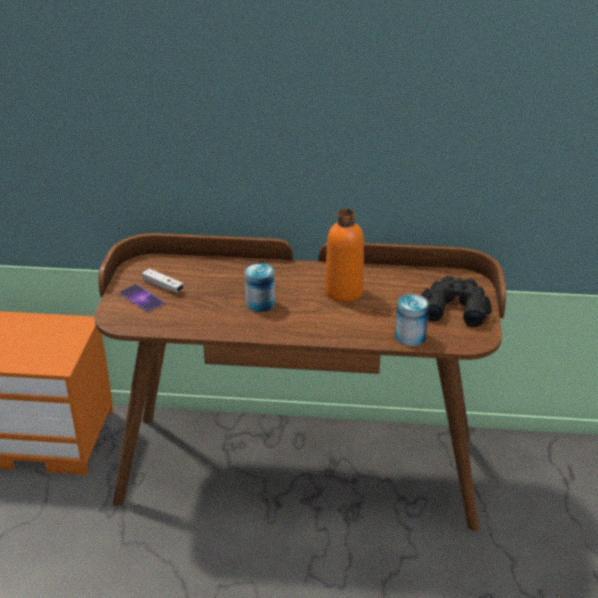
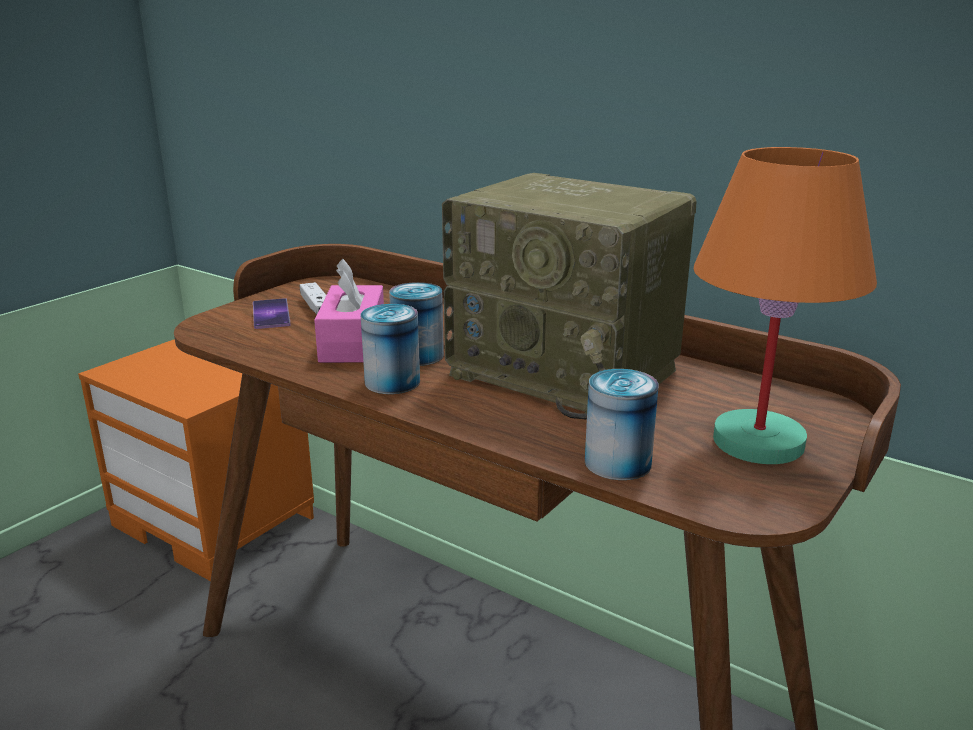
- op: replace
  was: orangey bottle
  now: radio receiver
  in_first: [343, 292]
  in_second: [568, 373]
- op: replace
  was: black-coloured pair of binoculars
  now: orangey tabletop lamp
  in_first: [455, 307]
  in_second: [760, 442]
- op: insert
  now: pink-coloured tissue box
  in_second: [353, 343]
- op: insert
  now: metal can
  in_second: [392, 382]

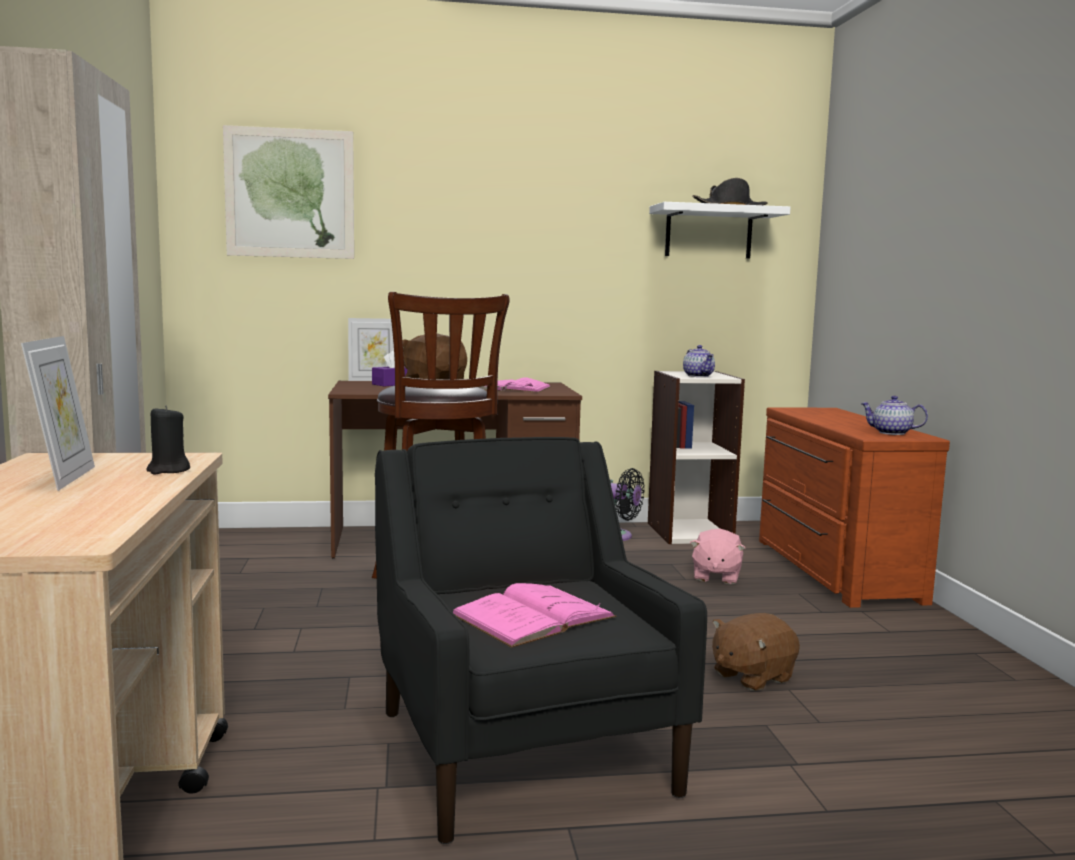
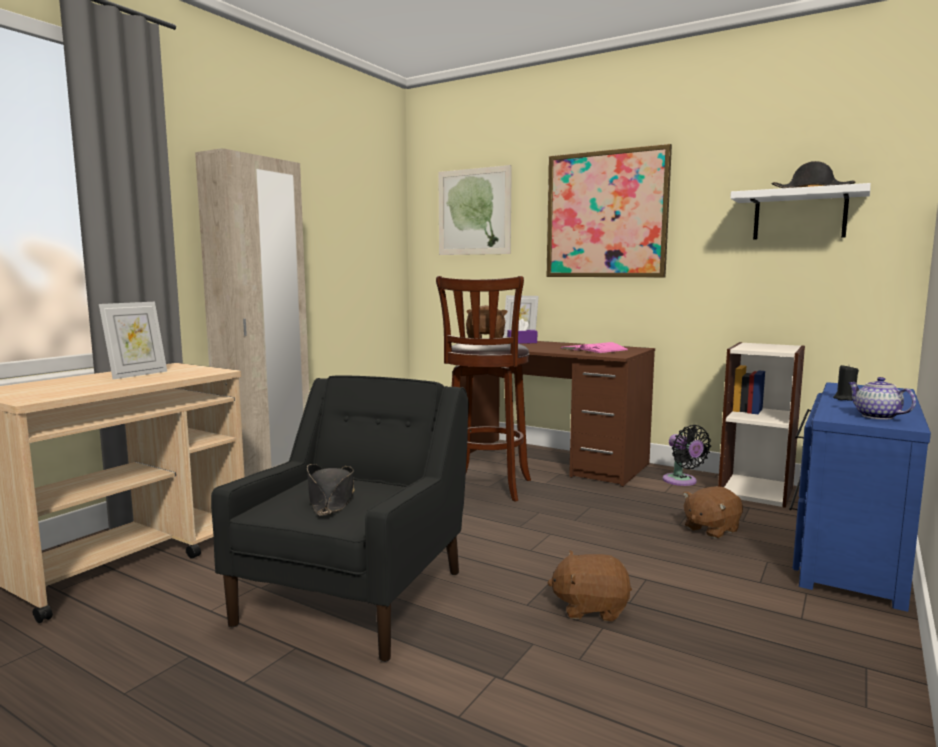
- op: move
  was: black-coloured wax light
  in_first: [168, 470]
  in_second: [845, 399]
- op: replace
  was: pink-coloured volume
  now: black-coloured clothing hat
  in_first: [533, 616]
  in_second: [331, 500]
- op: delete
  was: pot for tea
  in_first: [699, 376]
- op: recolor
  was: pink-coloured soft toy
  now: brown soft toy
  in_first: [715, 576]
  in_second: [710, 529]
- op: recolor
  was: brown dresser
  now: bluish dresser
  in_first: [831, 569]
  in_second: [847, 551]
- op: insert
  now: wall picture
  in_second: [606, 215]

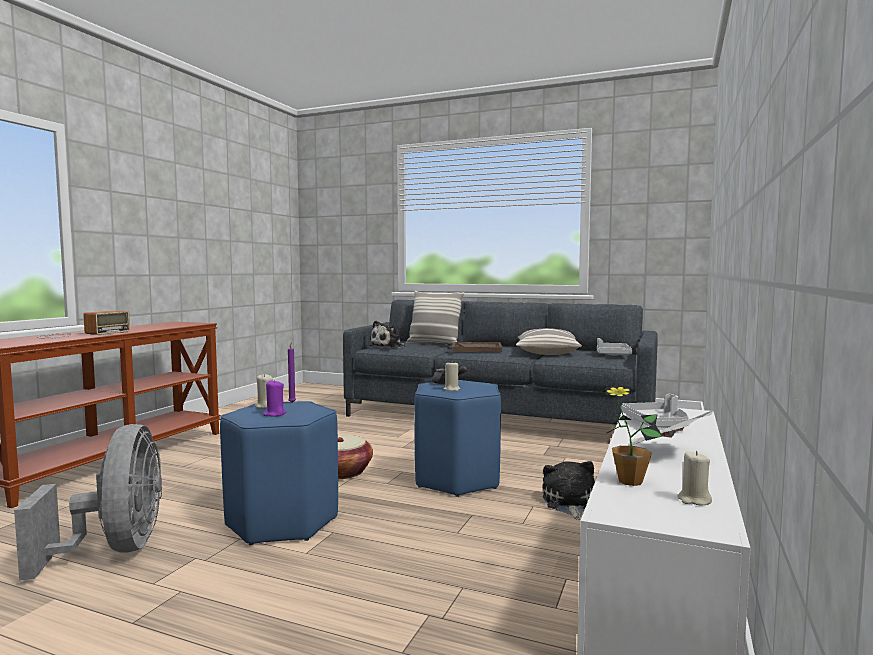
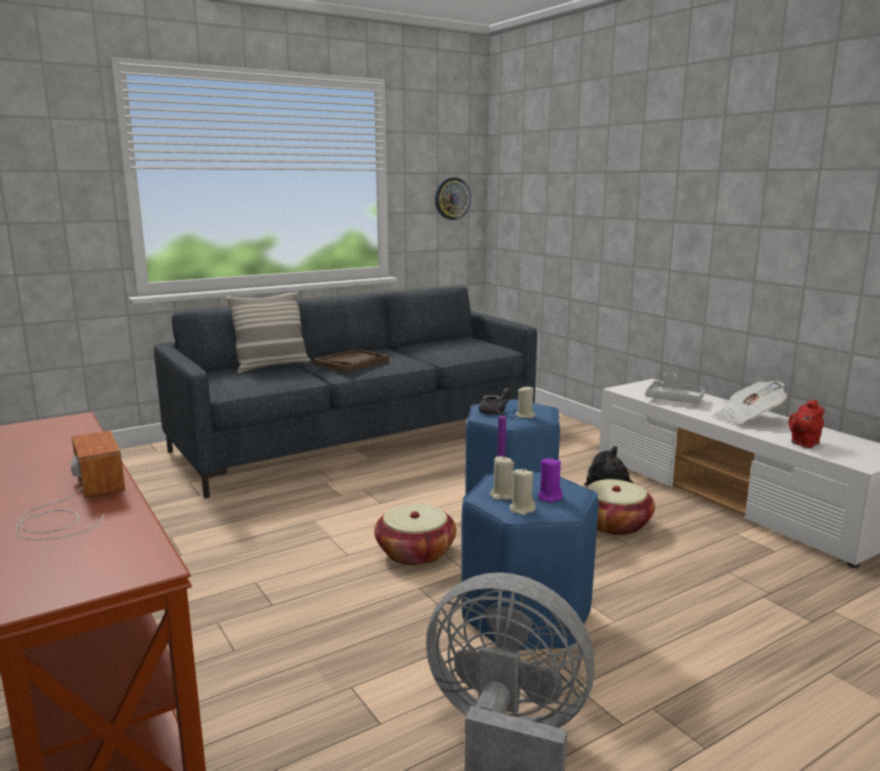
- op: delete
  was: soft toy
  in_first: [389, 346]
- op: delete
  was: throw pillow
  in_first: [547, 353]
- op: delete
  was: gray serving tray
  in_first: [612, 355]
- op: replace
  was: potted plant
  now: reddish pot for tea
  in_first: [630, 481]
  in_second: [803, 443]
- op: move
  was: beige wax light
  in_first: [694, 500]
  in_second: [522, 509]
- op: insert
  now: hanging clock
  in_second: [452, 198]
- op: insert
  now: storage basket
  in_second: [614, 524]

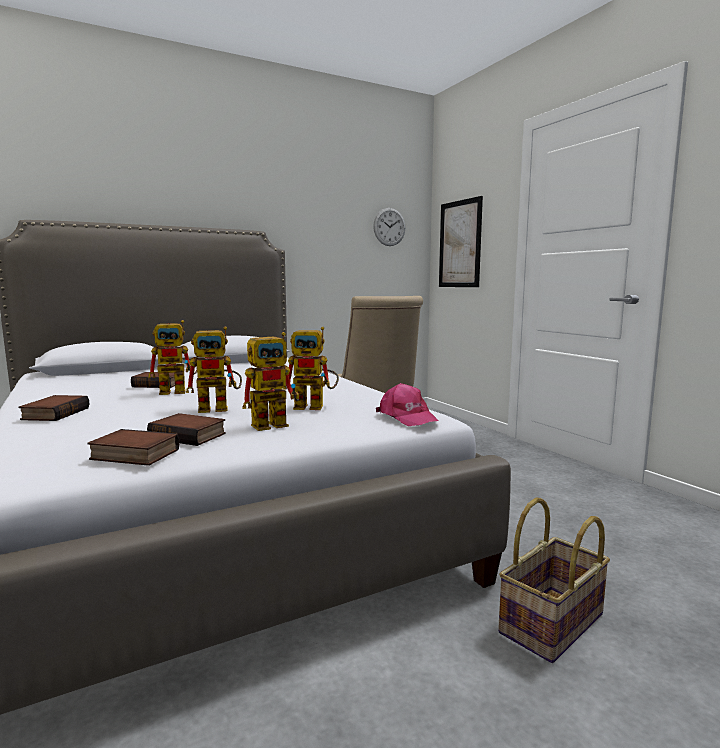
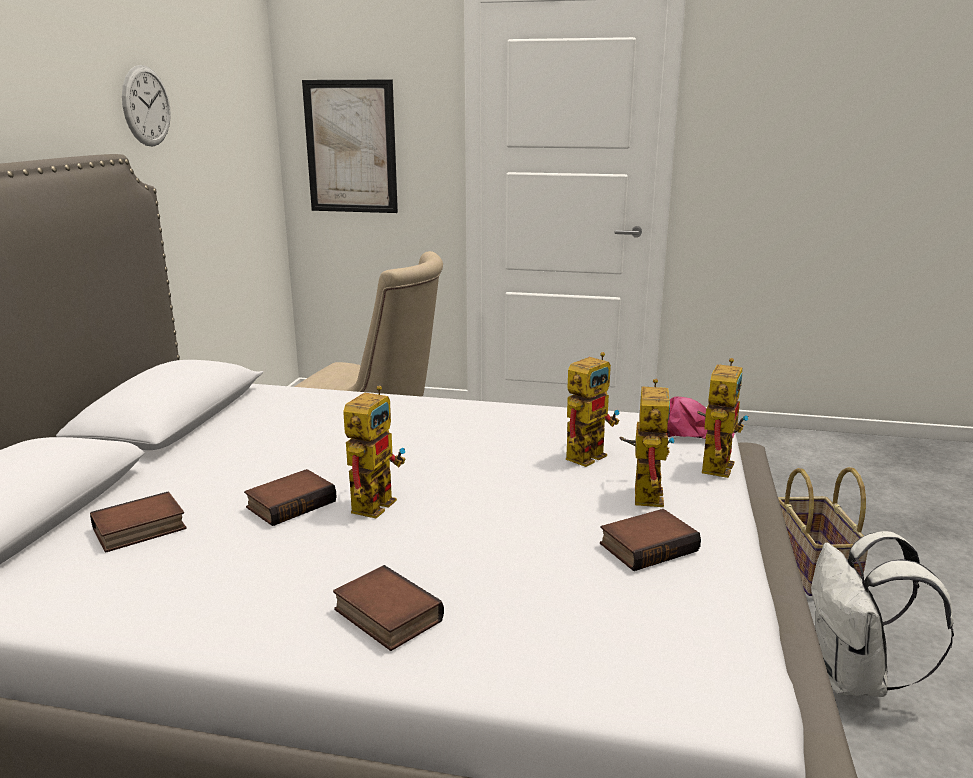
- op: move
  was: volume
  in_first: [132, 455]
  in_second: [139, 530]
- op: move
  was: robot figure
  in_first: [220, 408]
  in_second: [714, 463]
- op: move
  was: hanging clock
  in_first: [389, 227]
  in_second: [146, 106]
- op: insert
  now: white rucksack
  in_second: [854, 679]

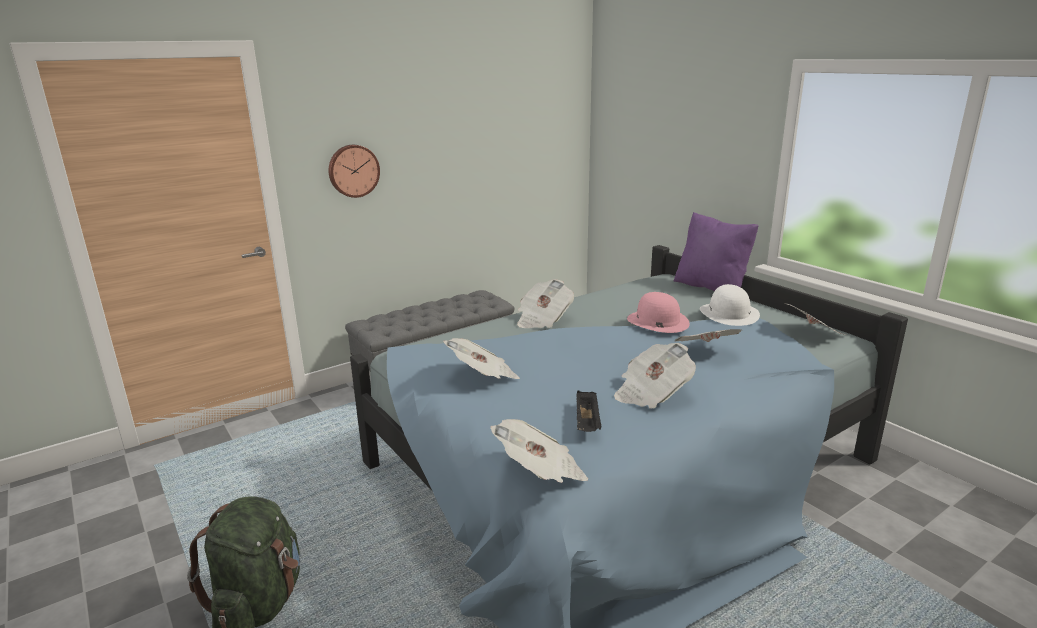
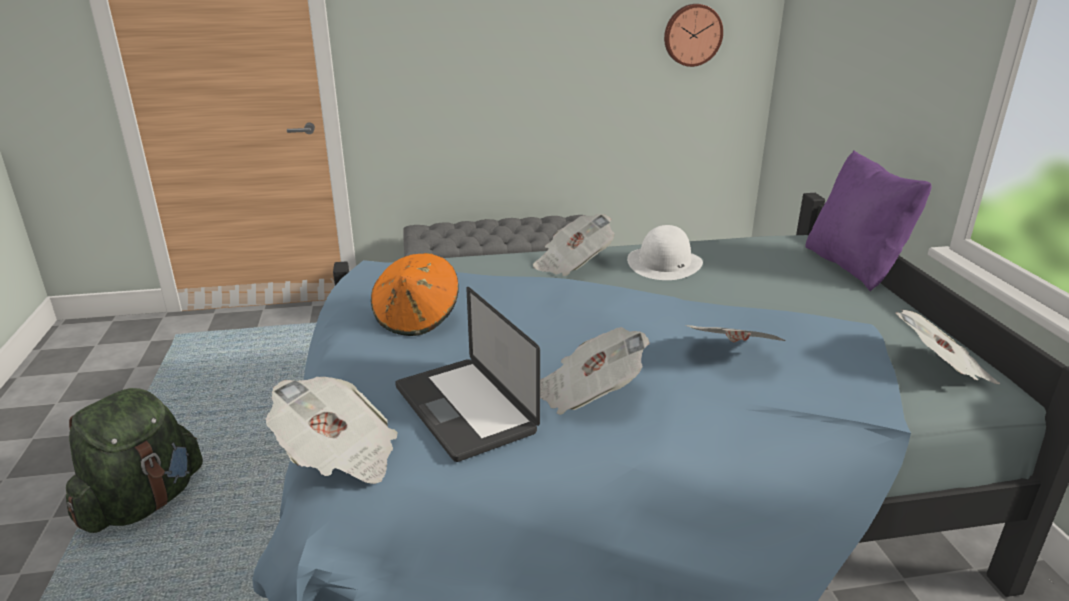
- op: move
  was: hanging clock
  in_first: [353, 170]
  in_second: [692, 35]
- op: replace
  was: newspaper
  now: orangey clothing hat
  in_first: [483, 376]
  in_second: [417, 318]
- op: replace
  was: black-coloured serving tray
  now: laptop
  in_first: [587, 422]
  in_second: [464, 409]
- op: delete
  was: pink-coloured clothing hat
  in_first: [657, 321]
- op: move
  was: white clothing hat
  in_first: [729, 314]
  in_second: [664, 263]

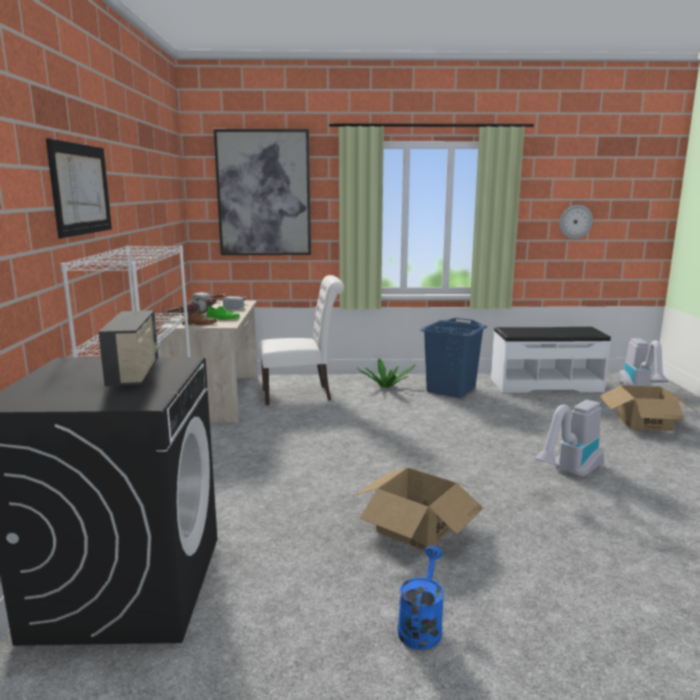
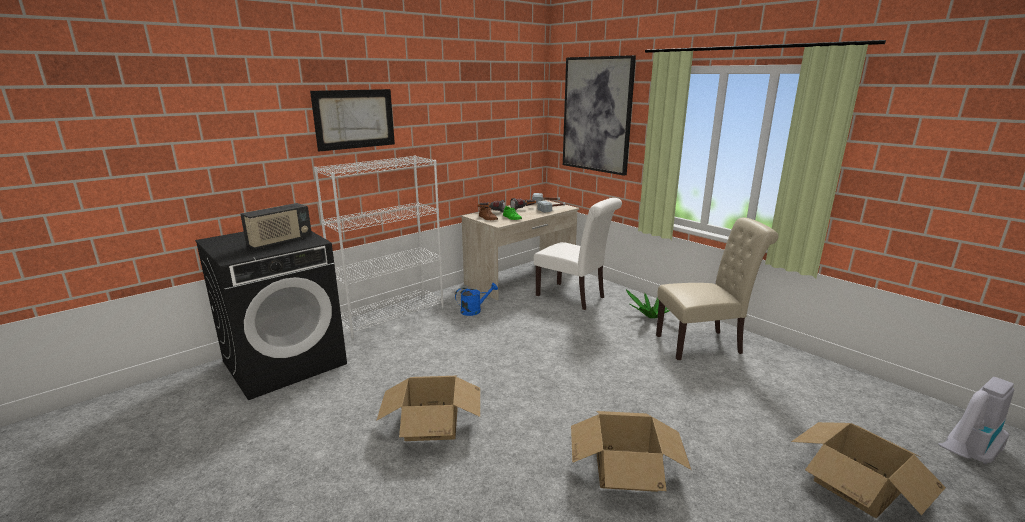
- op: move
  was: bluish sprinkling can
  in_first: [421, 625]
  in_second: [474, 310]
- op: replace
  was: bluish washing basket
  now: beige chair
  in_first: [451, 390]
  in_second: [703, 344]
- op: delete
  was: white long seat
  in_first: [545, 385]
- op: replace
  was: vacuum cleaner
  now: cardboard box
  in_first: [569, 473]
  in_second: [625, 469]
- op: delete
  was: hanging clock
  in_first: [575, 221]

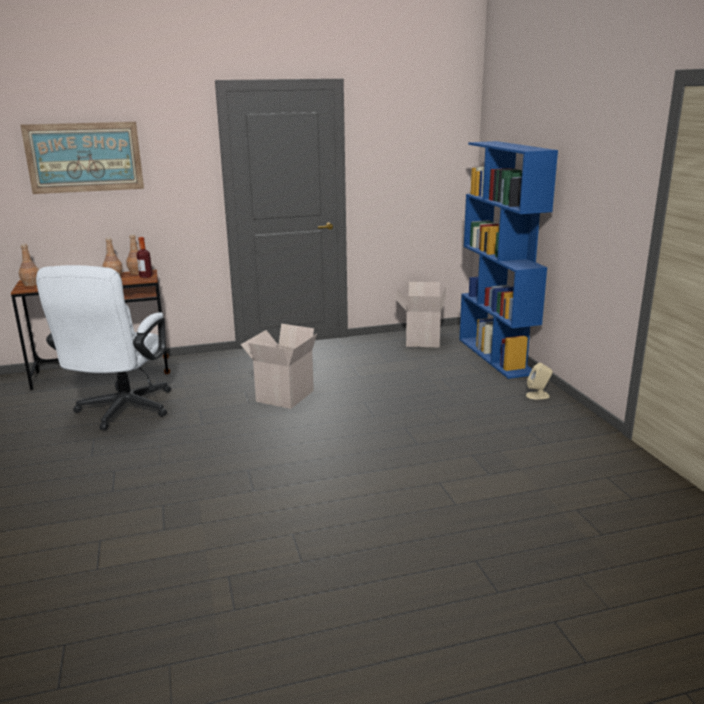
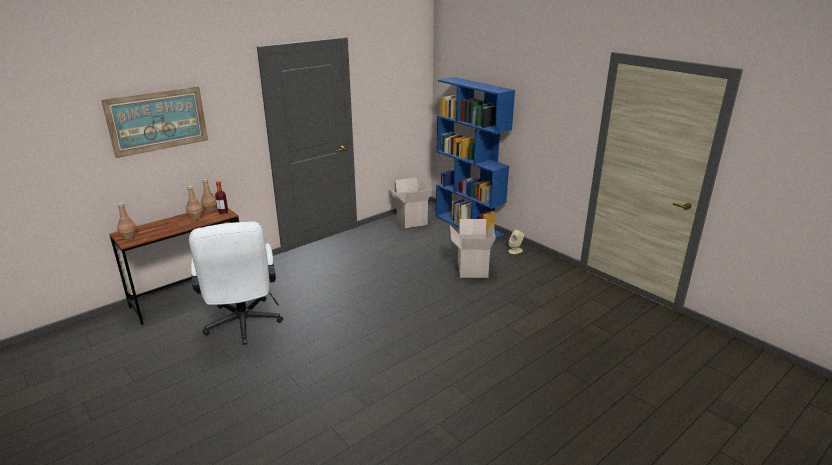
- op: move
  was: cardboard box
  in_first: [284, 395]
  in_second: [471, 269]

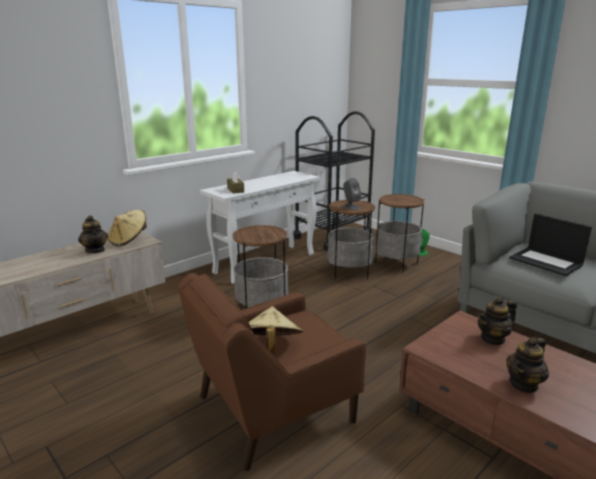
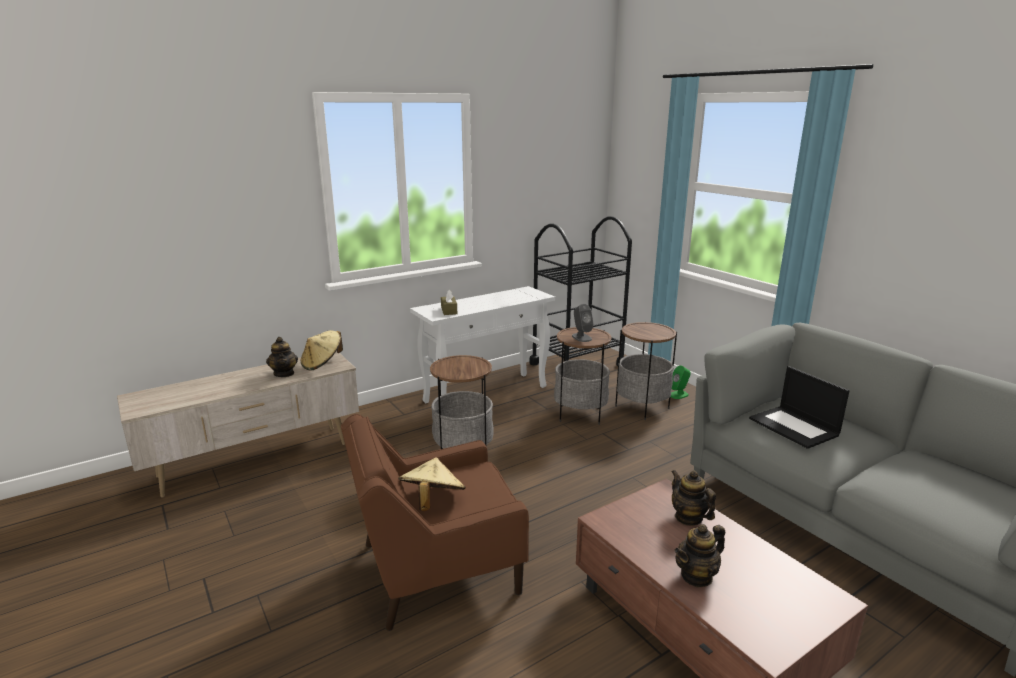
- op: rotate
  was: pot for tea
  in_first: [493, 338]
  in_second: [688, 517]
  clockwise: 75

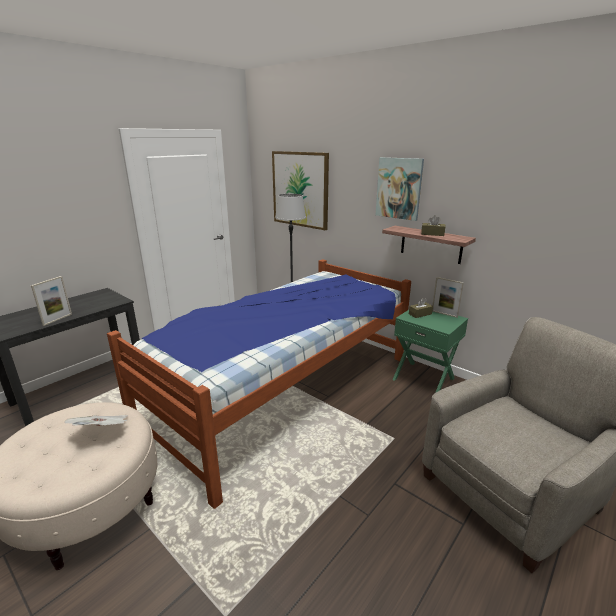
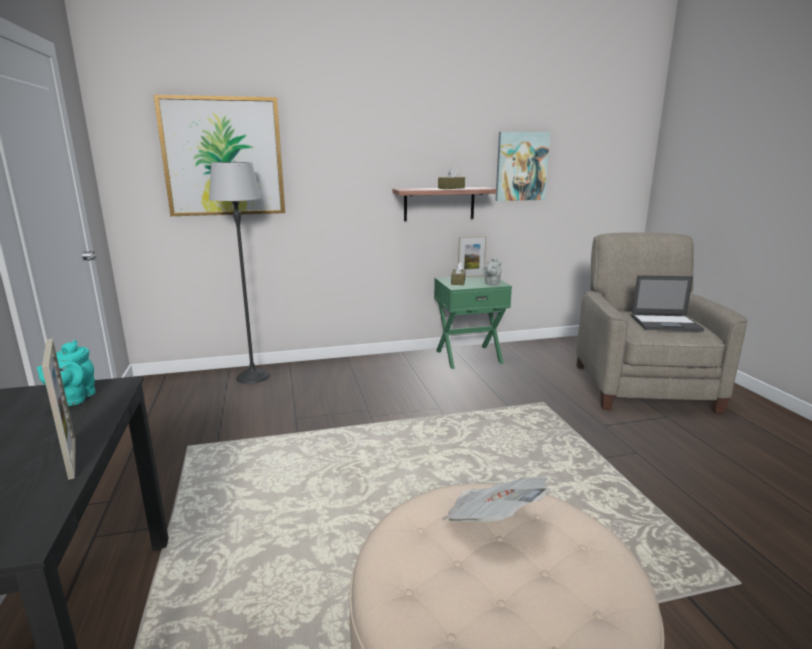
- op: delete
  was: sleeping bed
  in_first: [283, 389]
- op: move
  was: wall picture
  in_first: [399, 188]
  in_second: [521, 166]
- op: insert
  now: turquoise-coloured pot for tea
  in_second: [73, 399]
- op: insert
  now: gray pot for tea
  in_second: [491, 283]
- op: insert
  now: laptop
  in_second: [666, 323]

